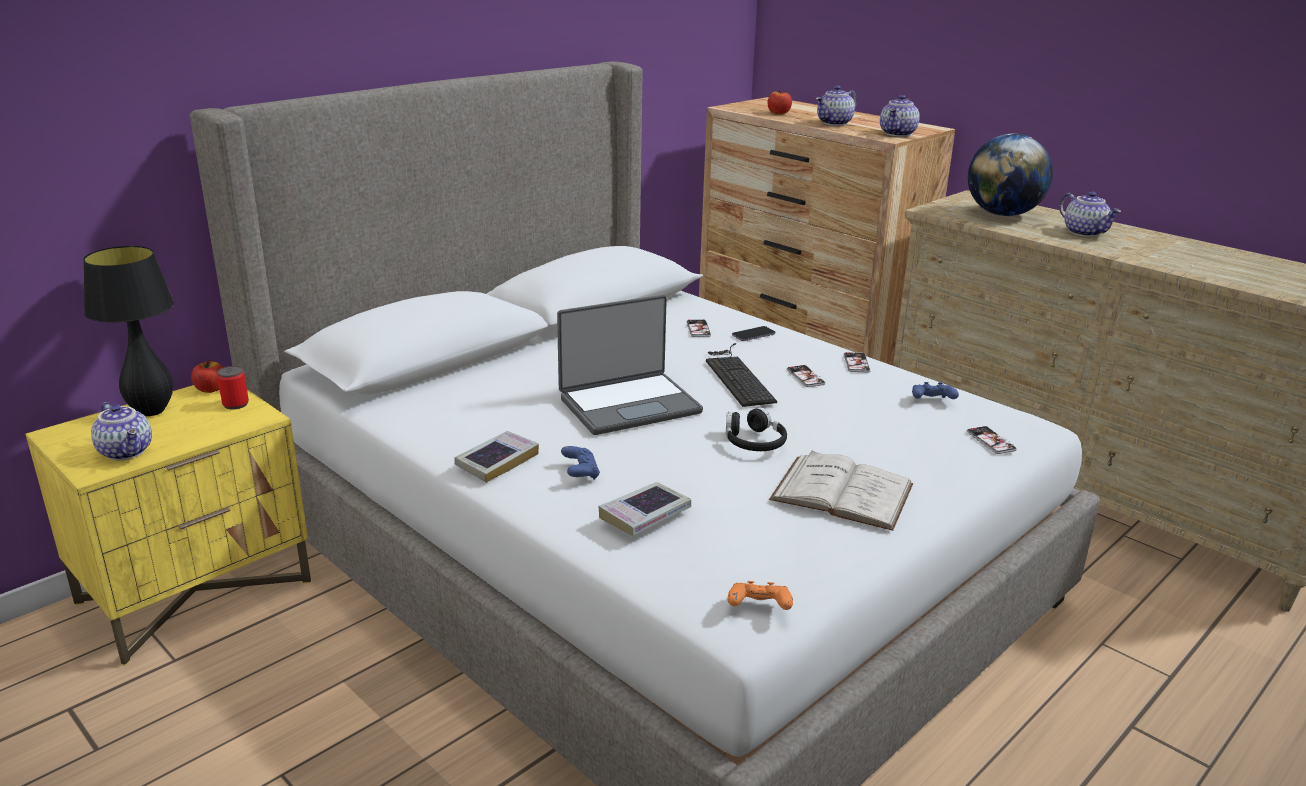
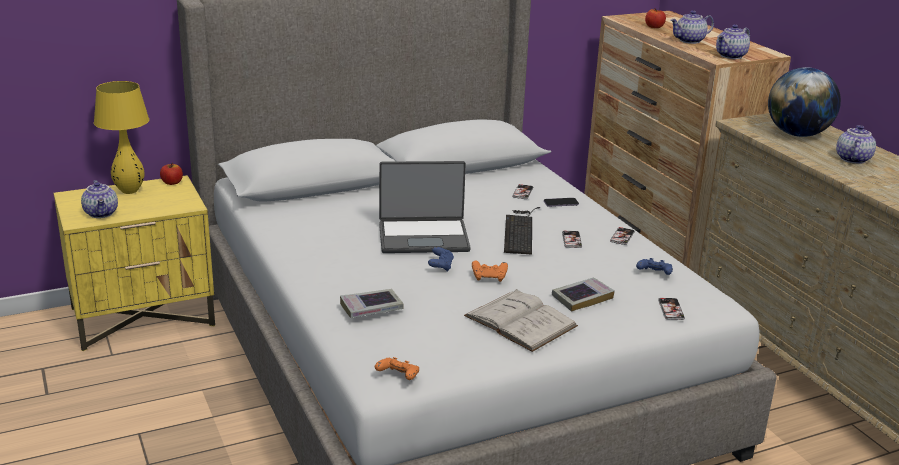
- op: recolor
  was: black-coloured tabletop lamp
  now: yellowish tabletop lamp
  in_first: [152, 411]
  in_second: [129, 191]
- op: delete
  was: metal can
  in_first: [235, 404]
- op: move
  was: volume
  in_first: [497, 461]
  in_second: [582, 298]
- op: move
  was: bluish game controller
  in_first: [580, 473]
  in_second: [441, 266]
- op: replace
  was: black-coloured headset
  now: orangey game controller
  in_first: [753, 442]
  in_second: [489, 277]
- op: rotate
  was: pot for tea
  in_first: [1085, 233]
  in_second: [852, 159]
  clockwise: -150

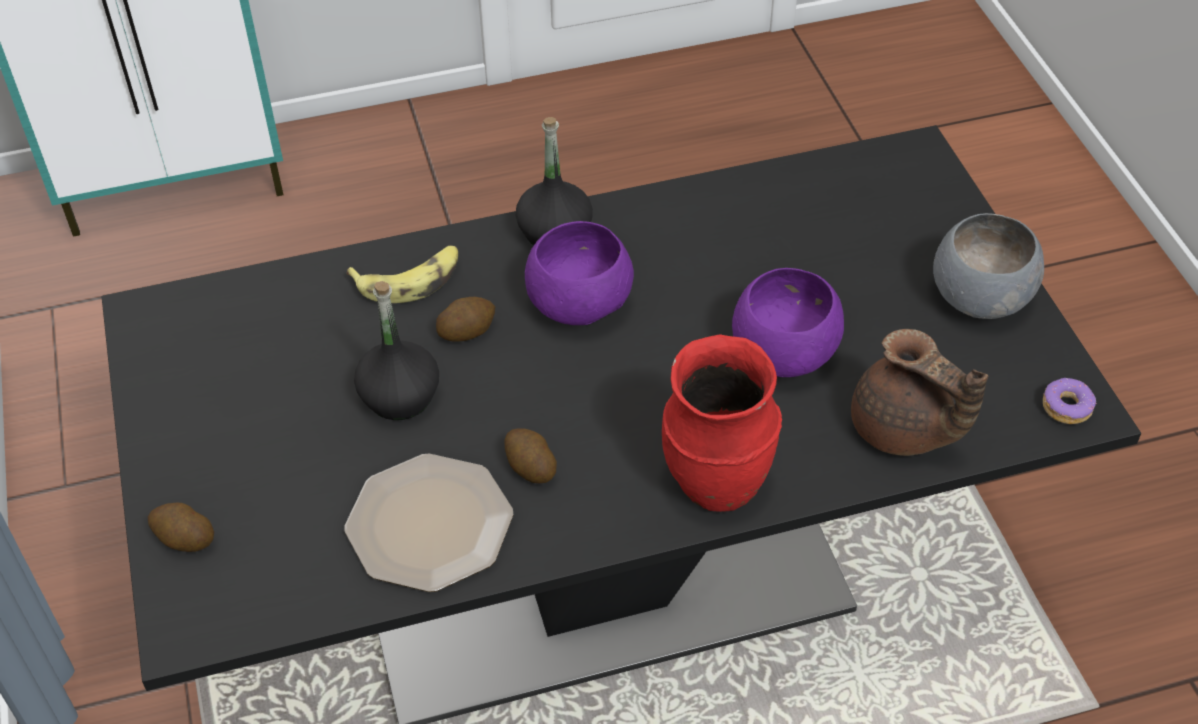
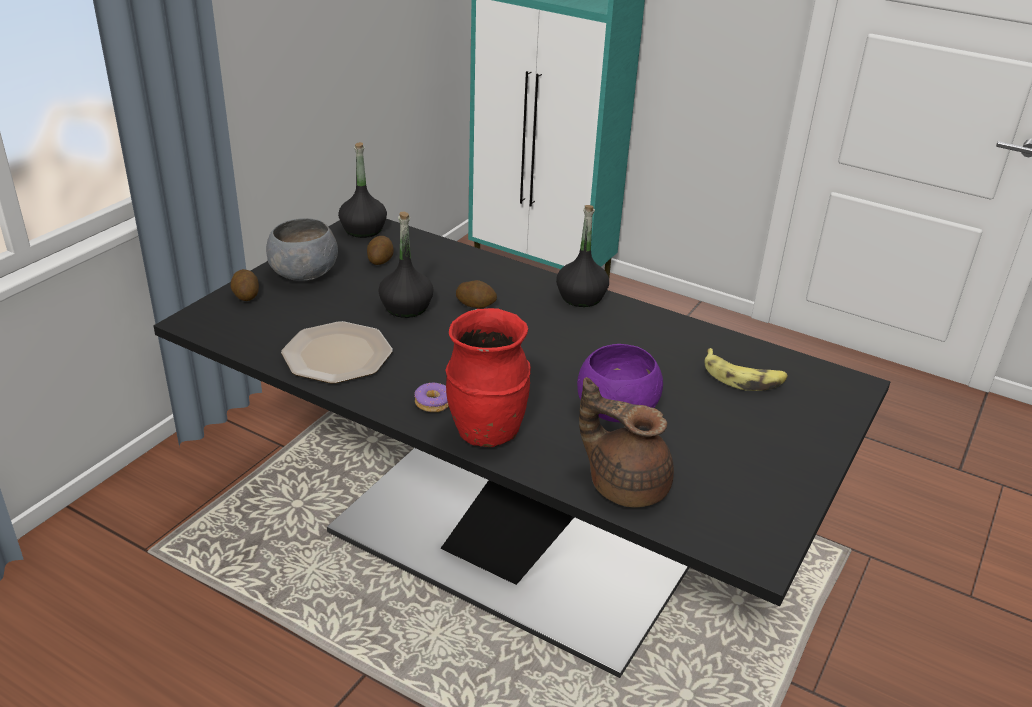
- op: move
  was: banana
  in_first: [410, 280]
  in_second: [743, 377]
- op: move
  was: spud
  in_first: [530, 467]
  in_second: [380, 260]
- op: delete
  was: purple-coloured deep dish
  in_first: [577, 303]
- op: rotate
  was: brown pot for tea
  in_first: [903, 430]
  in_second: [625, 484]
  clockwise: 120
- op: move
  was: gray deep dish
  in_first: [979, 297]
  in_second: [303, 273]
- op: move
  was: doughnut
  in_first: [1066, 407]
  in_second: [433, 403]
- op: insert
  now: black-coloured bottle
  in_second: [363, 230]

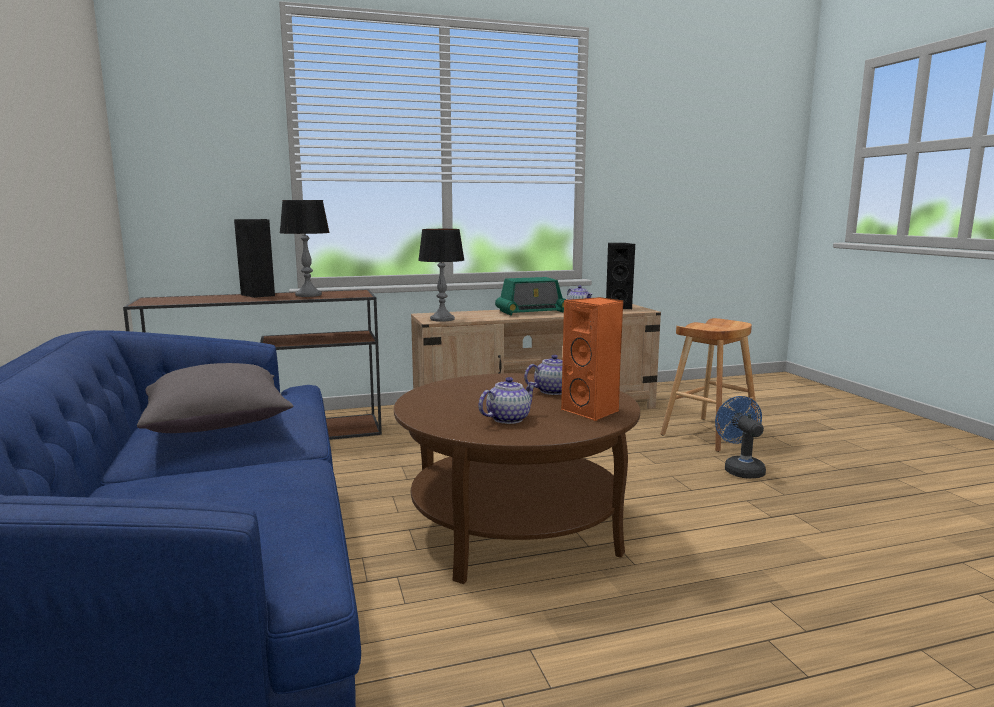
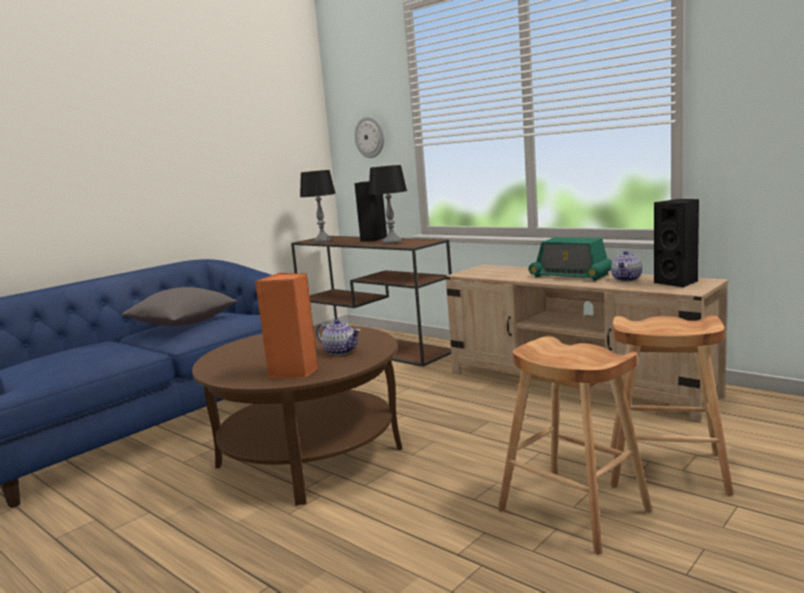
- op: move
  was: tabletop lamp
  in_first: [442, 319]
  in_second: [322, 241]
- op: delete
  was: pot for tea
  in_first: [508, 419]
- op: replace
  was: bluish fan
  now: brown stool seat
  in_first: [740, 469]
  in_second: [574, 510]
- op: insert
  now: hanging clock
  in_second: [370, 137]

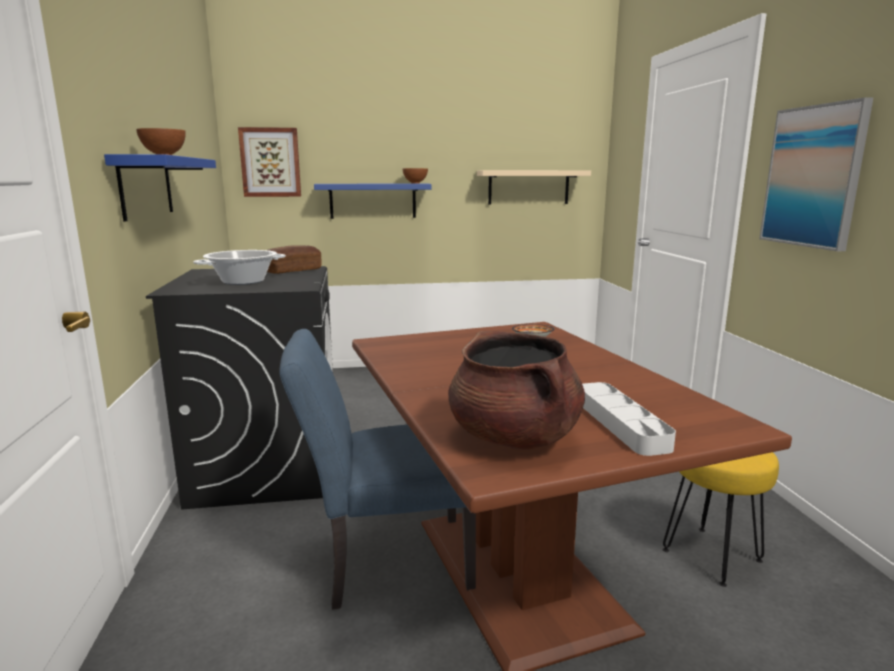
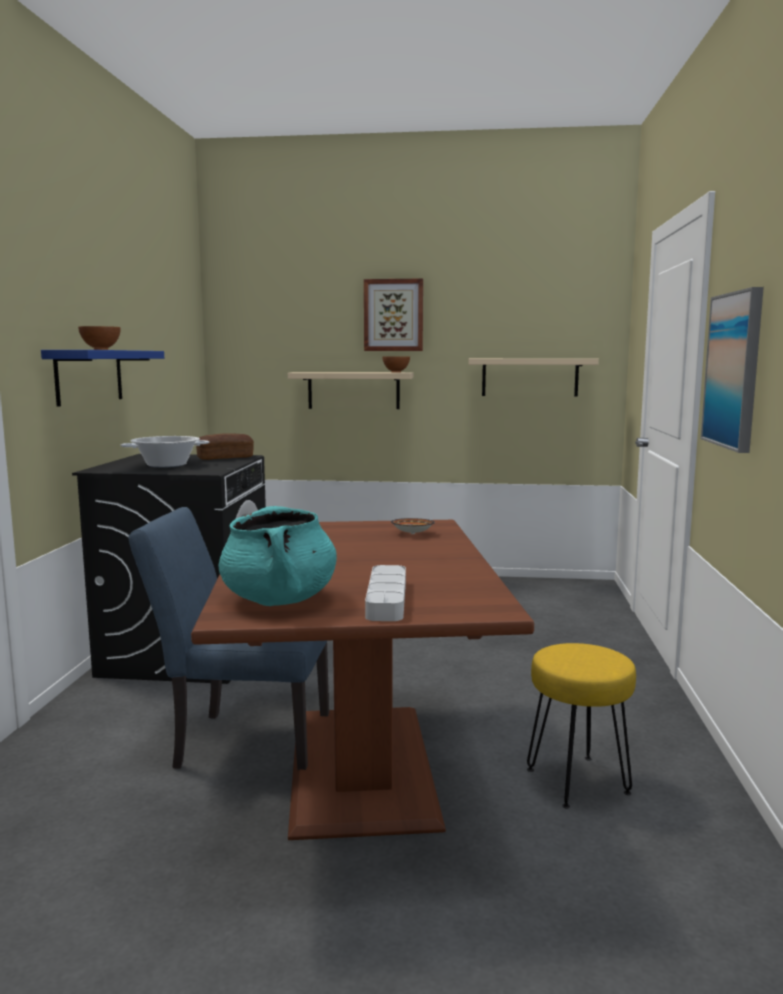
- op: move
  was: wall picture
  in_first: [270, 162]
  in_second: [393, 315]
- op: recolor
  was: bluish bracket shelf
  now: beige bracket shelf
  in_first: [373, 200]
  in_second: [353, 390]
- op: recolor
  was: brown saucepot
  now: turquoise-coloured saucepot
  in_first: [515, 437]
  in_second: [279, 600]

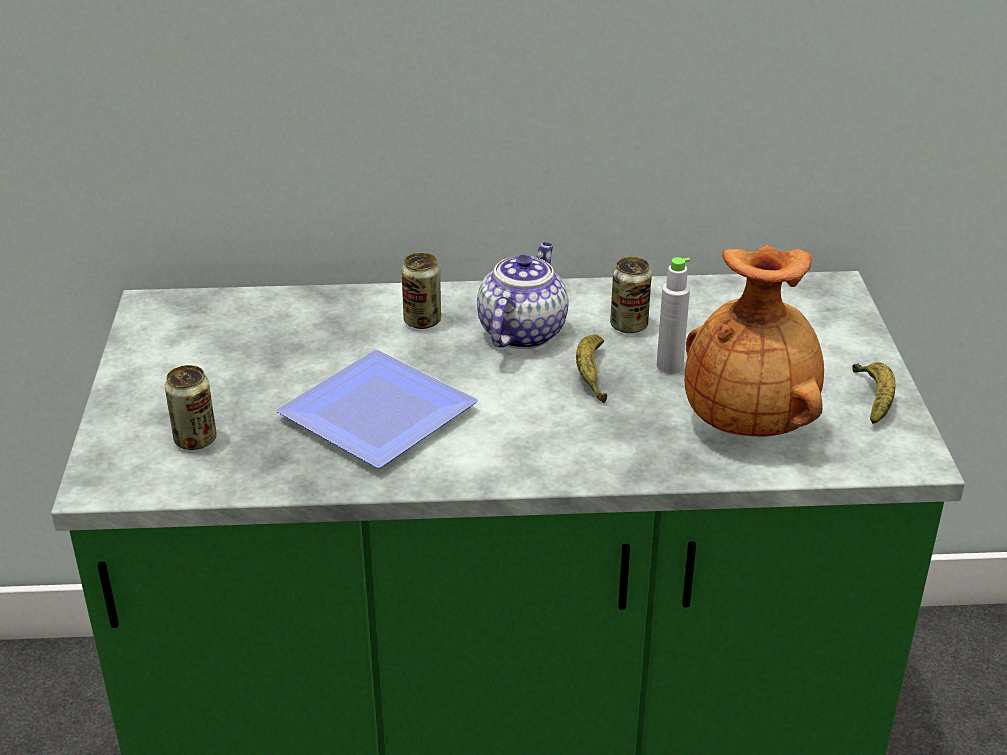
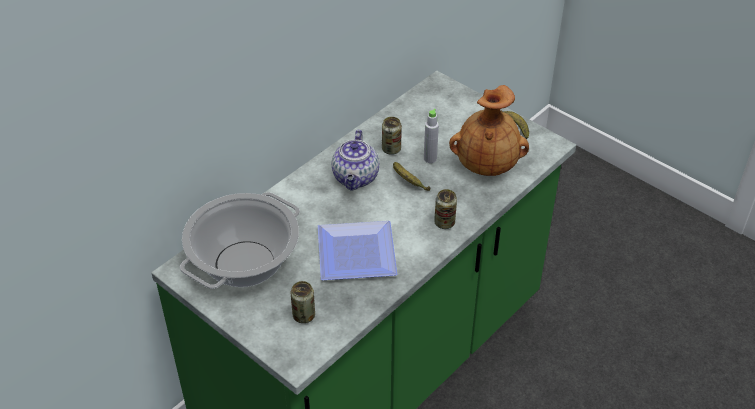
- op: move
  was: metal can
  in_first: [422, 321]
  in_second: [444, 223]
- op: rotate
  was: pot for tea
  in_first: [522, 332]
  in_second: [356, 178]
  clockwise: -150
- op: insert
  now: saucepot
  in_second: [244, 264]

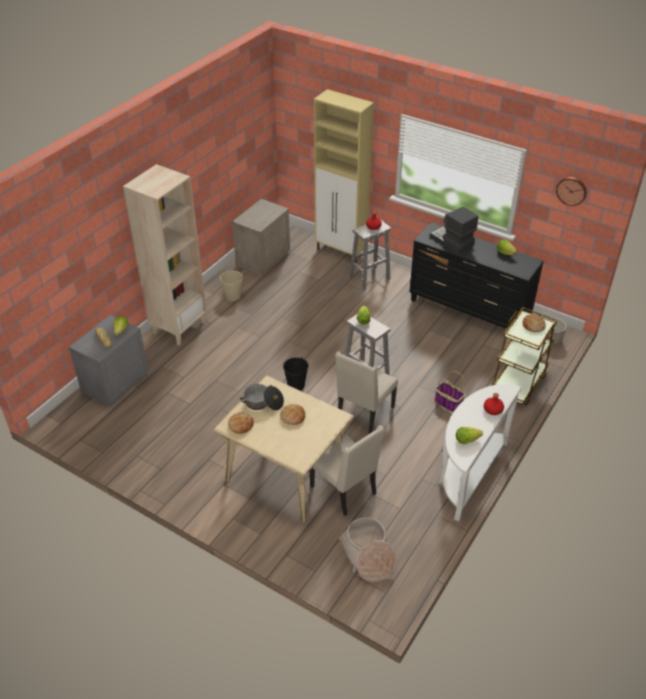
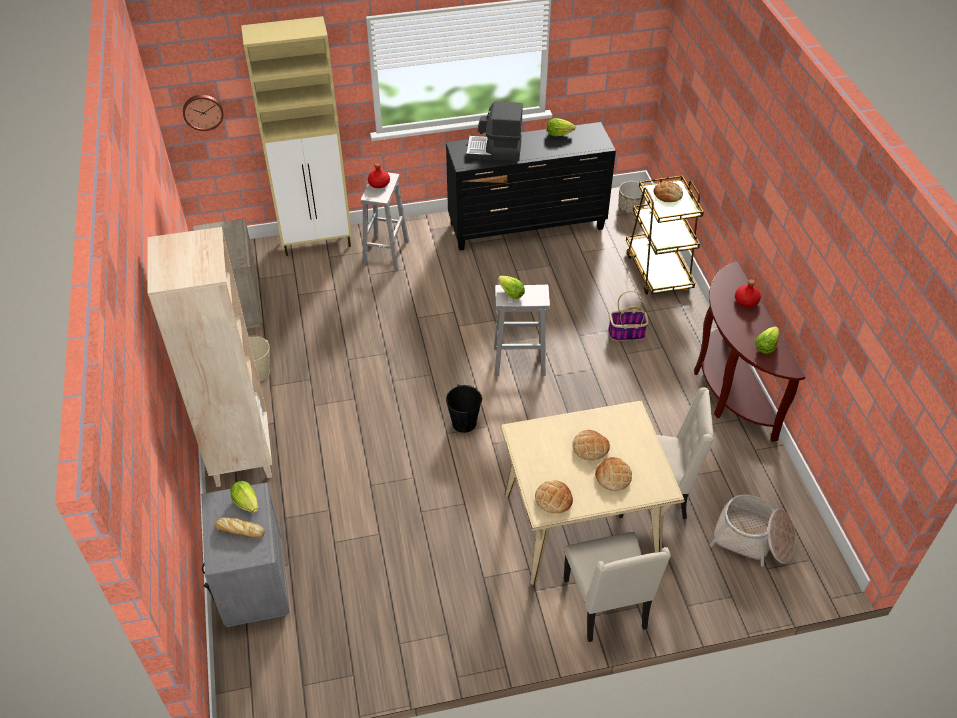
- op: delete
  was: saucepot
  in_first: [263, 403]
- op: move
  was: beige chair
  in_first: [364, 414]
  in_second: [607, 605]
- op: recolor
  was: white console table
  now: brown console table
  in_first: [468, 474]
  in_second: [728, 389]
- op: move
  was: hanging clock
  in_first: [571, 190]
  in_second: [203, 111]
- op: insert
  now: baked bread
  in_second: [613, 476]

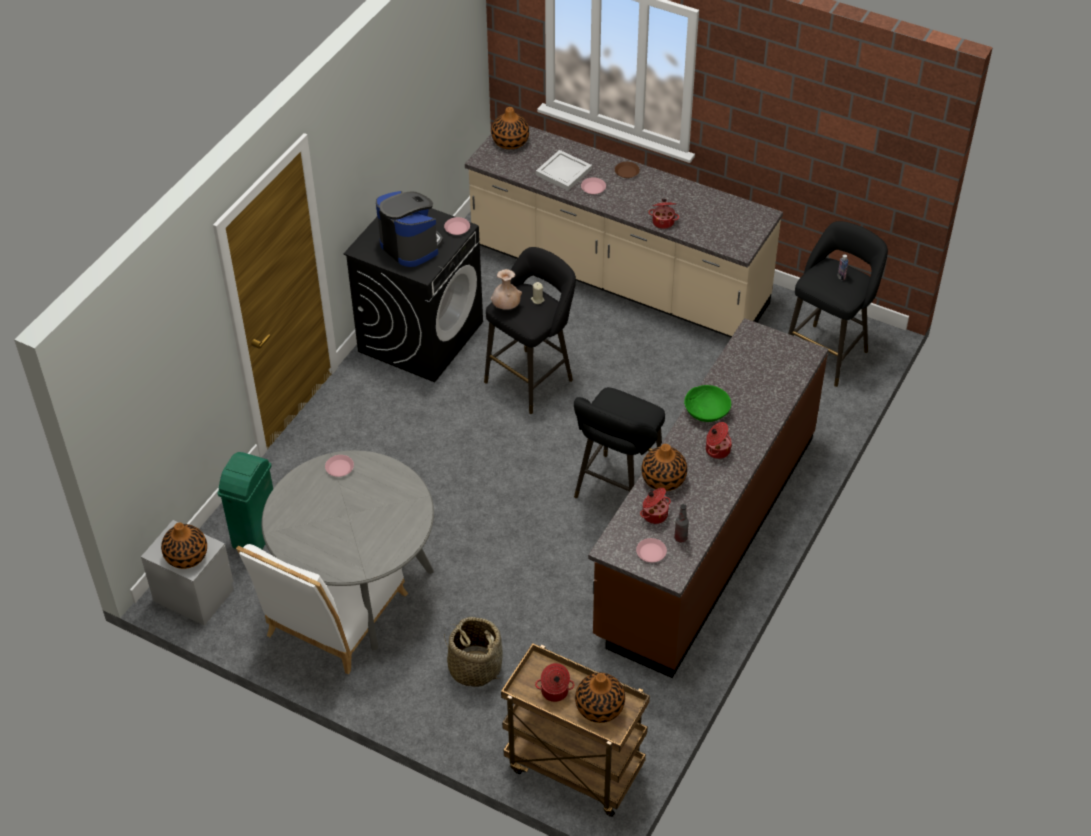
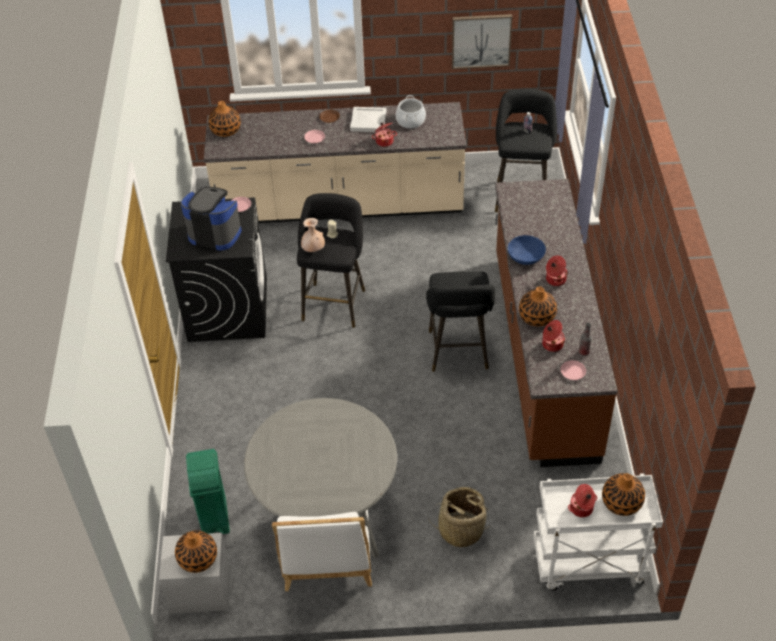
- op: delete
  was: pink-coloured flat dish
  in_first: [340, 468]
- op: recolor
  was: brown trolley
  now: white trolley
  in_first: [572, 768]
  in_second: [588, 564]
- op: move
  was: white serving tray
  in_first: [564, 172]
  in_second: [369, 121]
- op: recolor
  was: green deep dish
  now: bluish deep dish
  in_first: [706, 412]
  in_second: [525, 257]
- op: insert
  now: saucepot
  in_second: [410, 121]
- op: insert
  now: wall picture
  in_second: [481, 40]

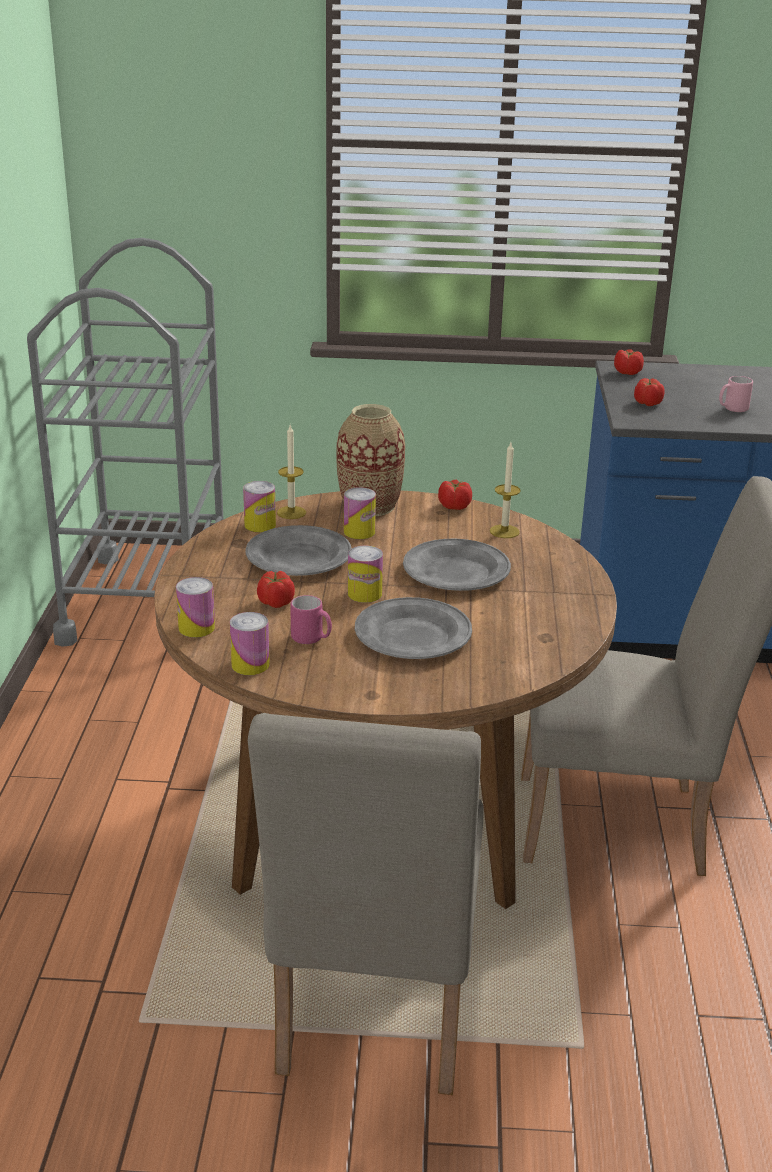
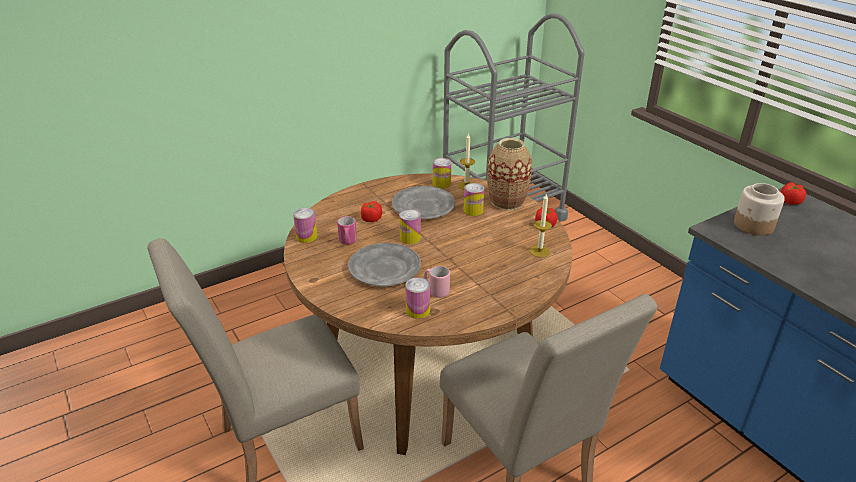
- op: move
  was: metal can
  in_first: [196, 628]
  in_second: [418, 310]
- op: delete
  was: gray flat dish
  in_first: [456, 571]
- op: replace
  was: whole tomato
  now: storage jar
  in_first: [648, 403]
  in_second: [753, 225]
- op: move
  was: pink-coloured coffee mug
  in_first: [732, 409]
  in_second: [436, 291]

